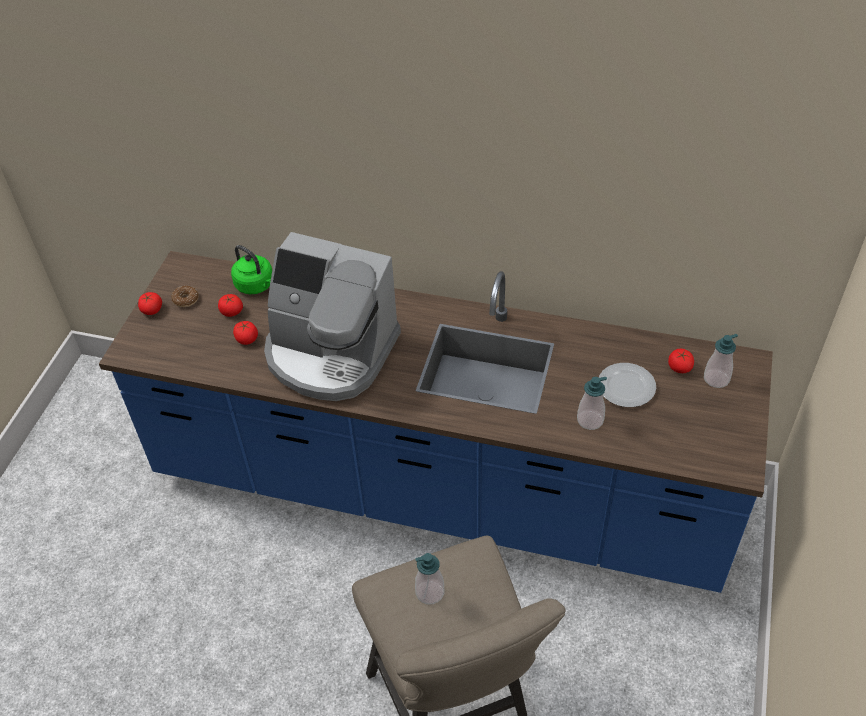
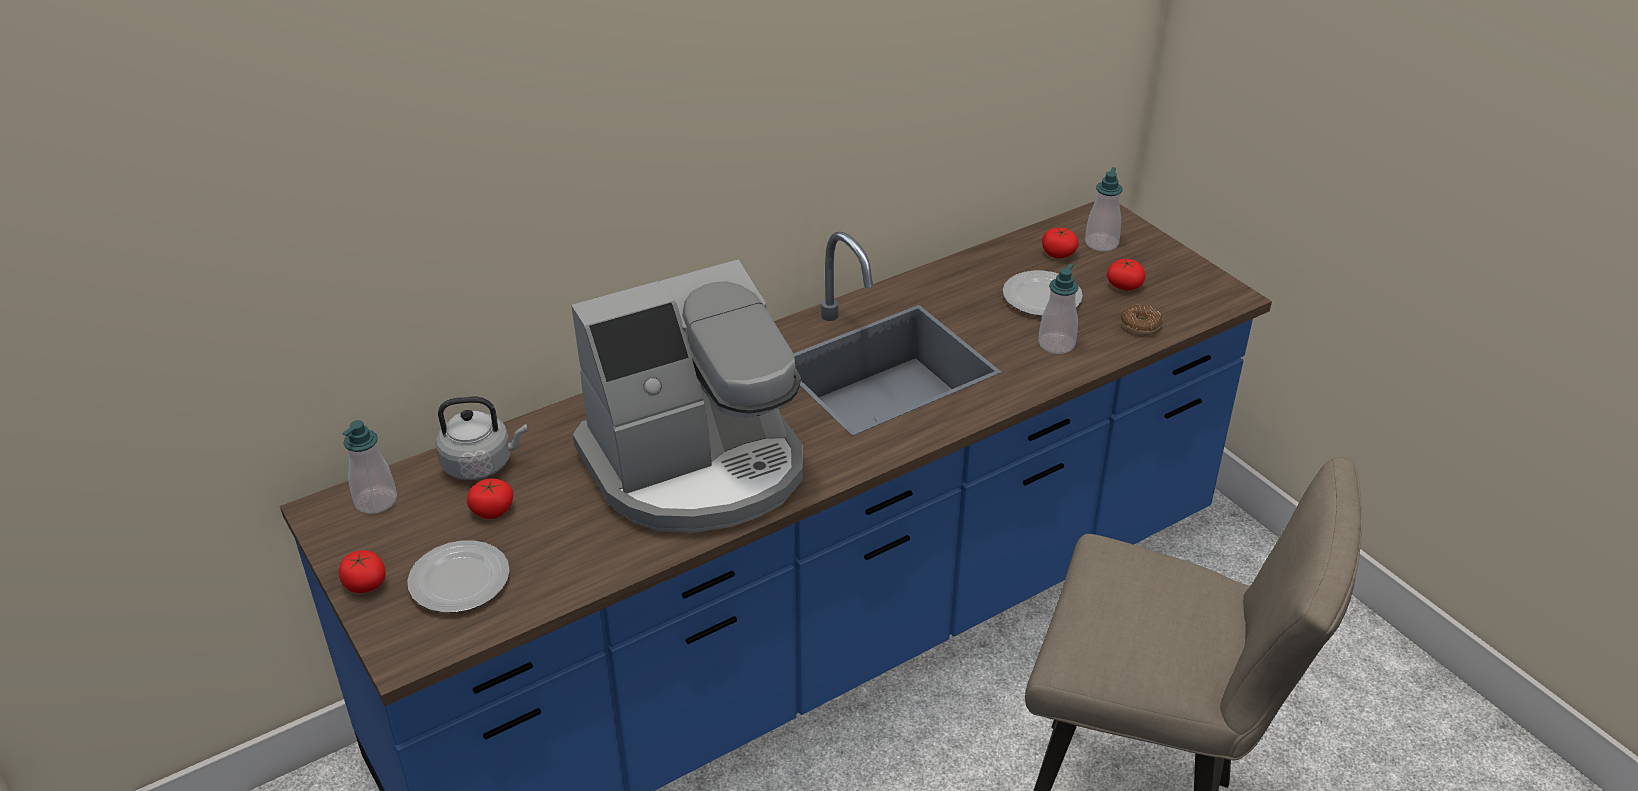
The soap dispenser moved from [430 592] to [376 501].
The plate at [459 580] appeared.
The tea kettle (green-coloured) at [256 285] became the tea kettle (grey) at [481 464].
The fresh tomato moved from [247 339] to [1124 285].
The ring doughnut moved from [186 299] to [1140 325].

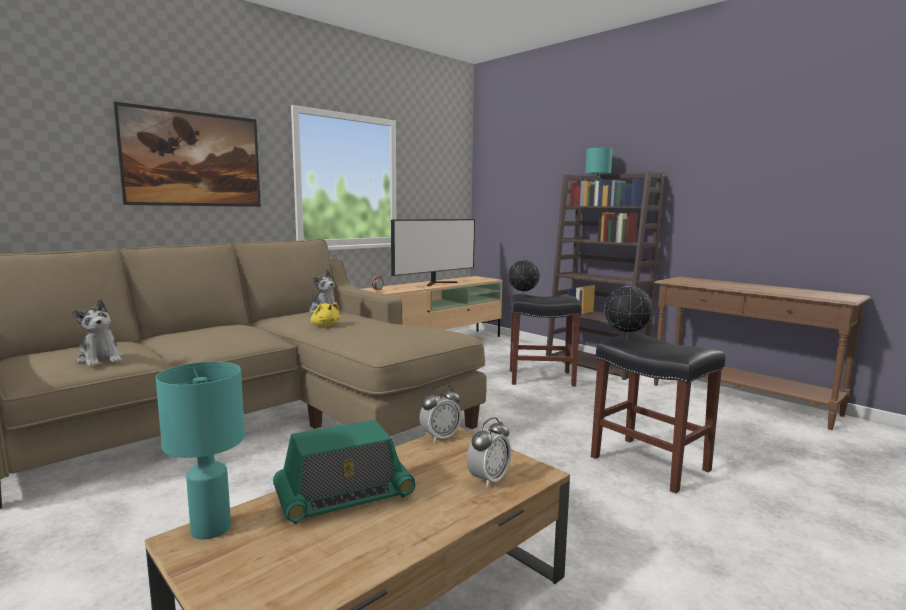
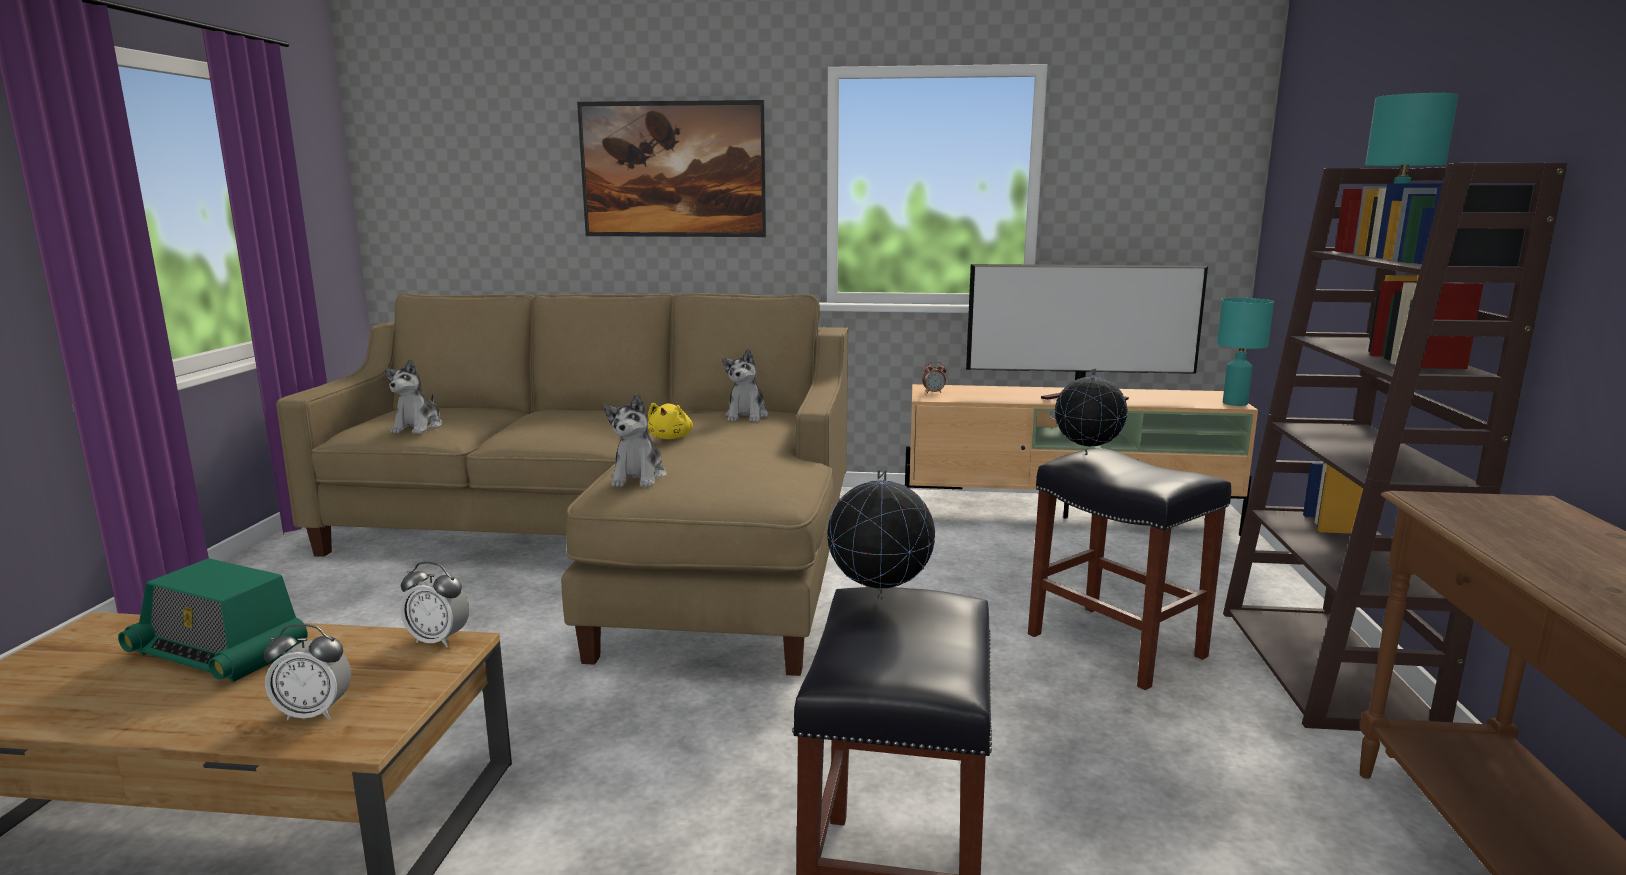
The cuddly toy at [639 478] appeared.
The table lamp (blue-green) moved from [210 528] to [1234 403].

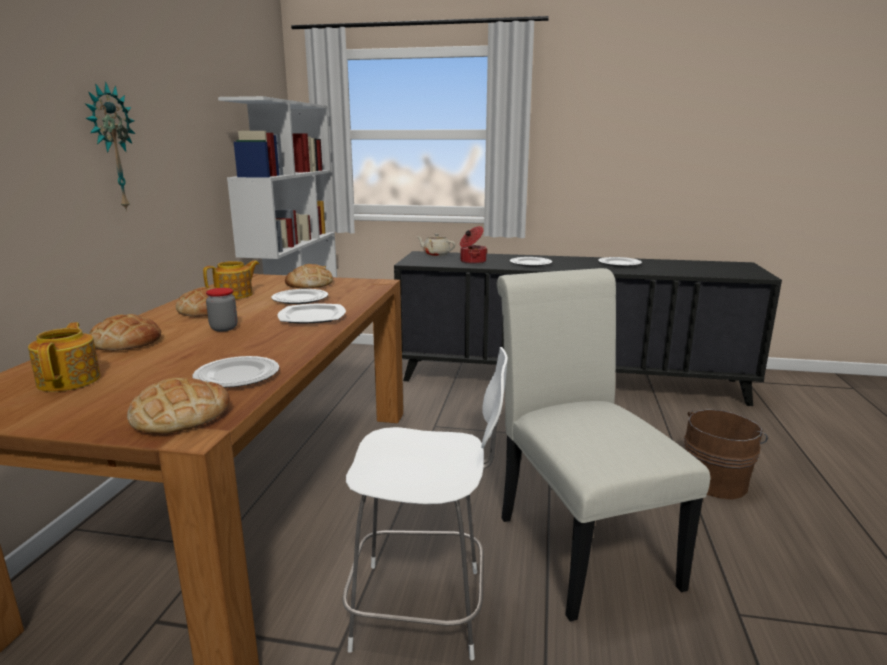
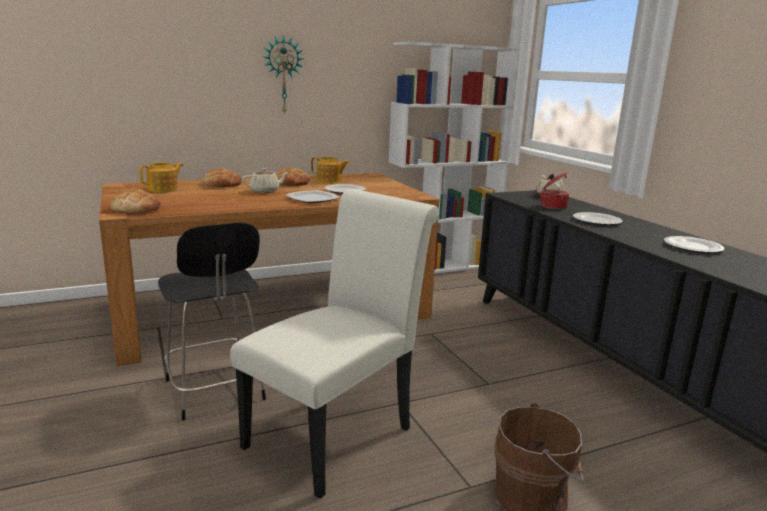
The chair (whitish) at [424 609] became the chair (black-coloured) at [215 392].
The storage jar at [224 328] was replaced by the pot for tea (beige) at [265 191].
The plate at [236 375] disappeared.
The baked bread at [309 284] disappeared.

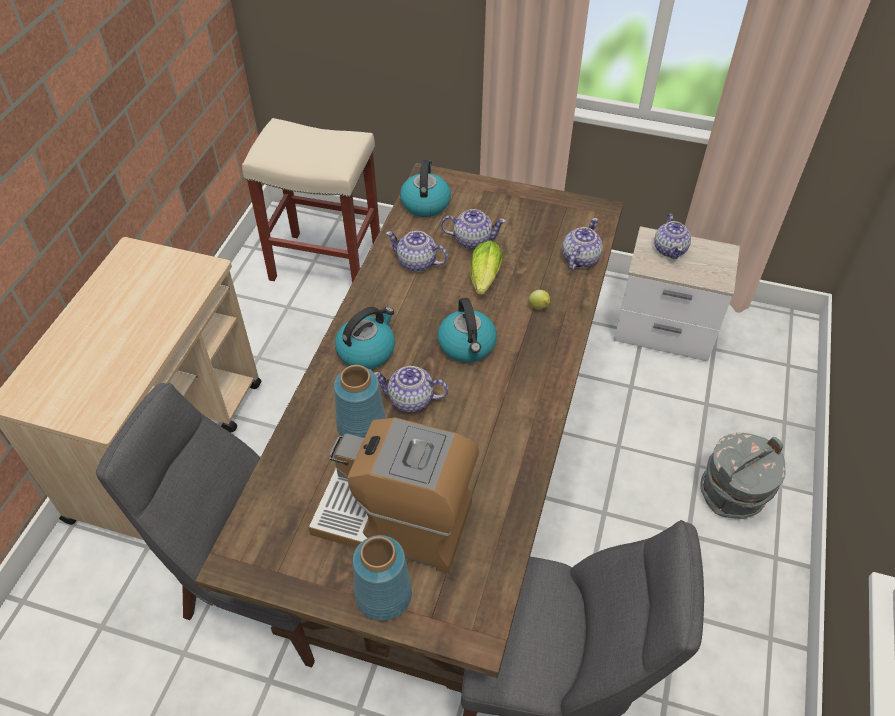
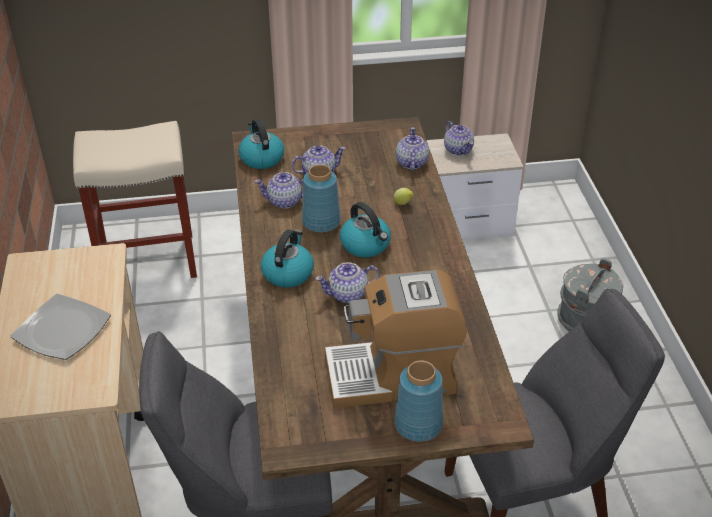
The plate at [62 331] appeared.
The flower vase (blue-coloured) moved from [362 426] to [322 221].
The head of lettuce at [484 280] disappeared.

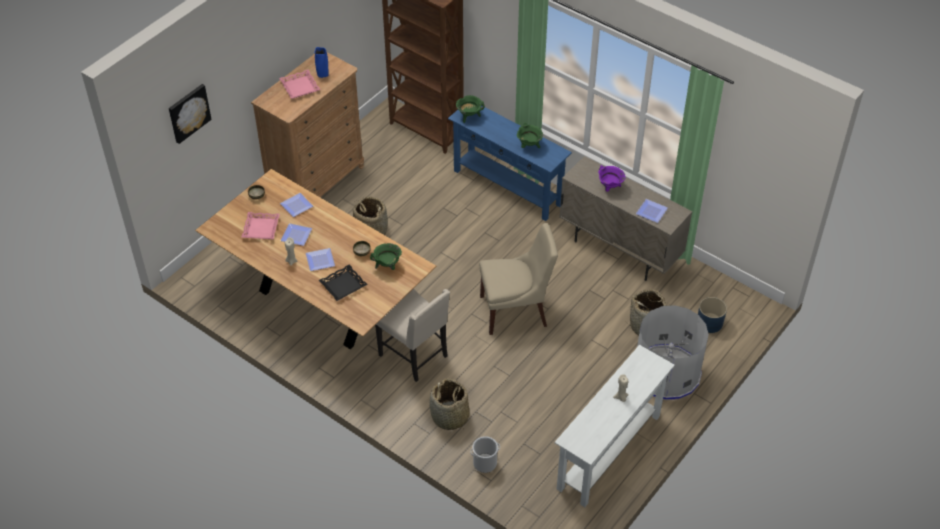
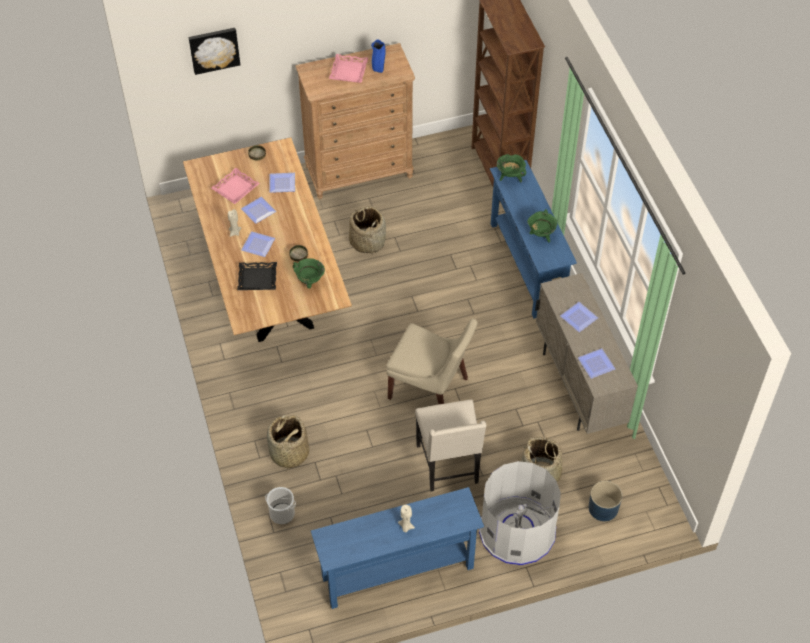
The console table (whitish) at [609 452] became the console table (blue-coloured) at [398 573].
The chair (beige) moved from [415 356] to [449 465].
The saucepot (purplish) at [609 187] was replaced by the plate at [577 318].

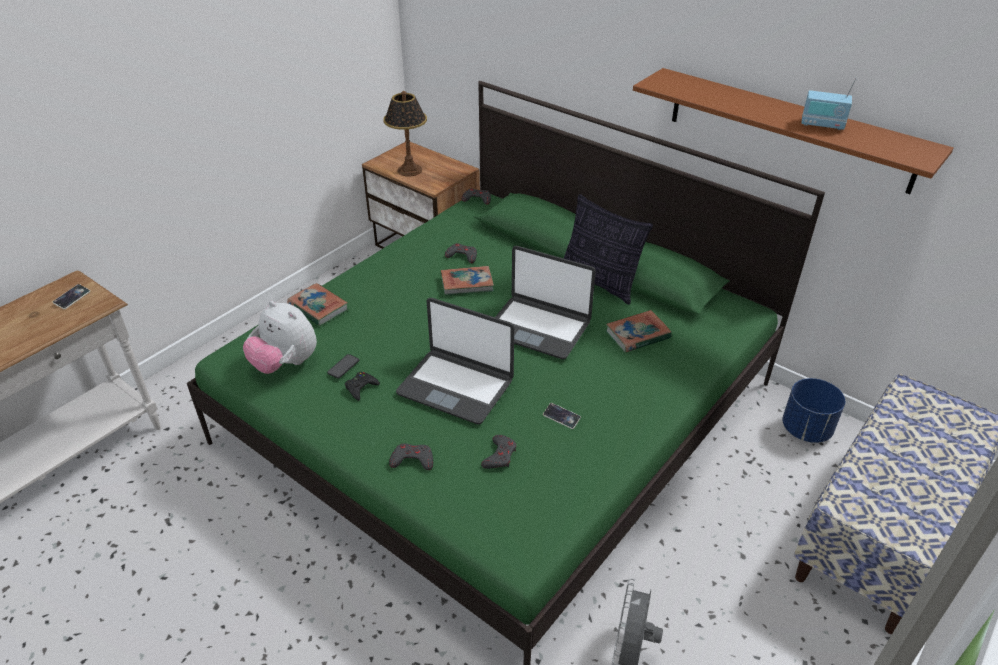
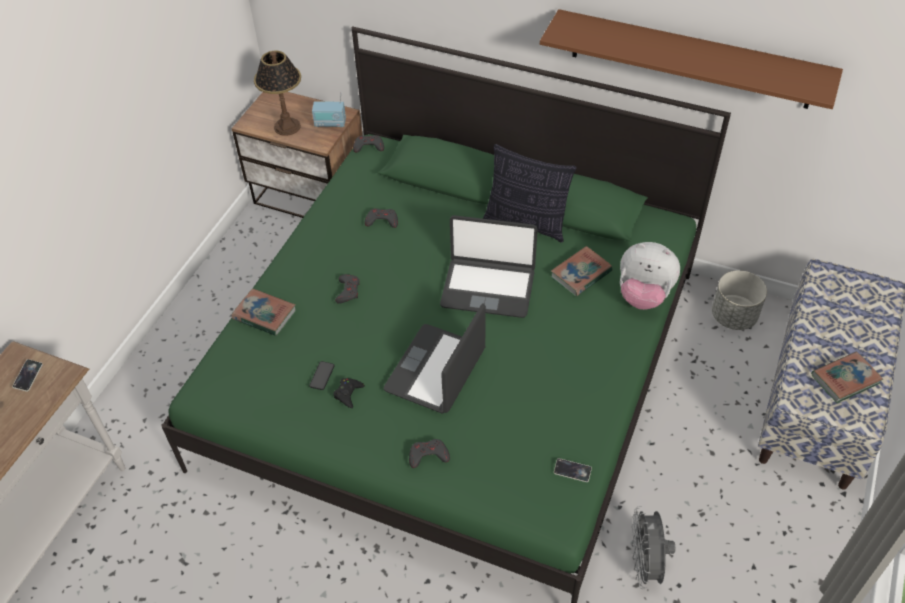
The radio receiver moved from [822 125] to [330 123].
The game controller (grey) moved from [500 455] to [348 291].
The notebook computer at [456 386] turned 105 degrees clockwise.
The phone moved from [561 417] to [572 471].
The cuddly toy moved from [285 363] to [643 295].
The planter (blue-coloured) at [806 429] became the planter (grey) at [734 316].
The bound book moved from [467 283] to [845 379].

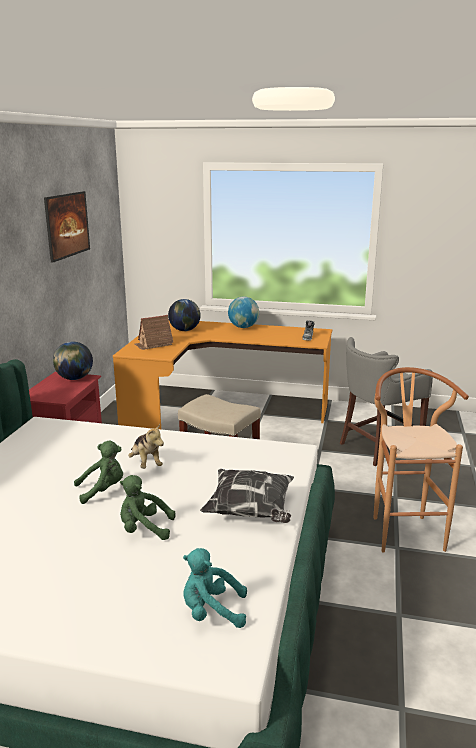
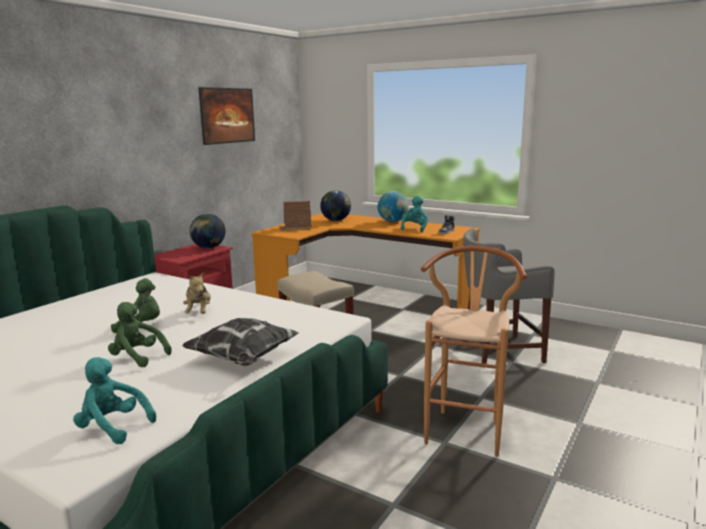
The cuddly toy (blue-green) at [414 228] appeared.

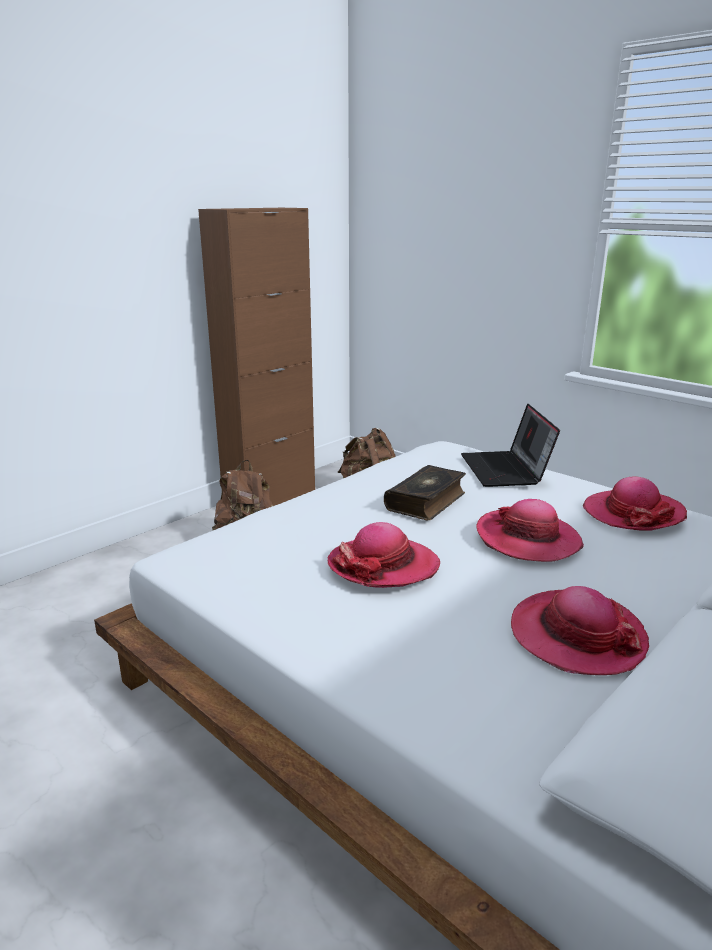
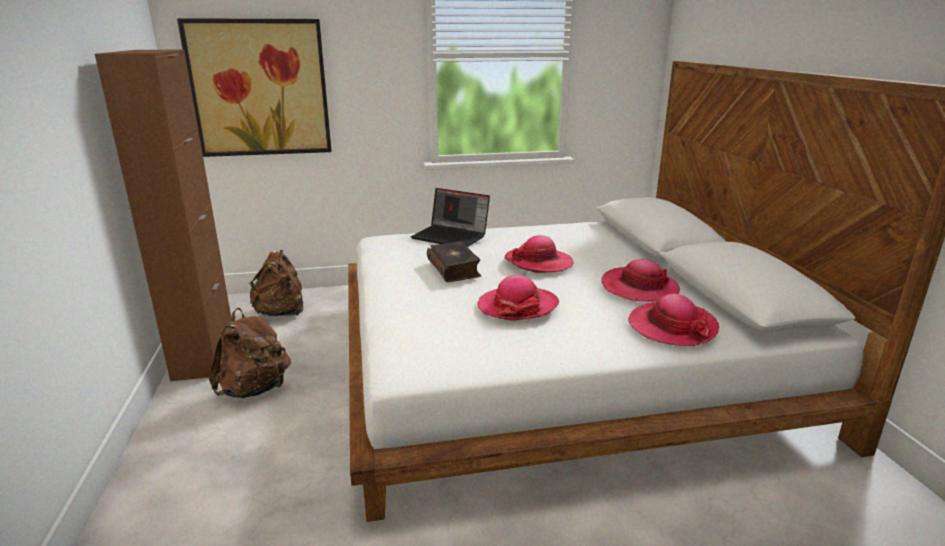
The wall art at [259 88] appeared.
The clothing hat moved from [633 513] to [672 327].

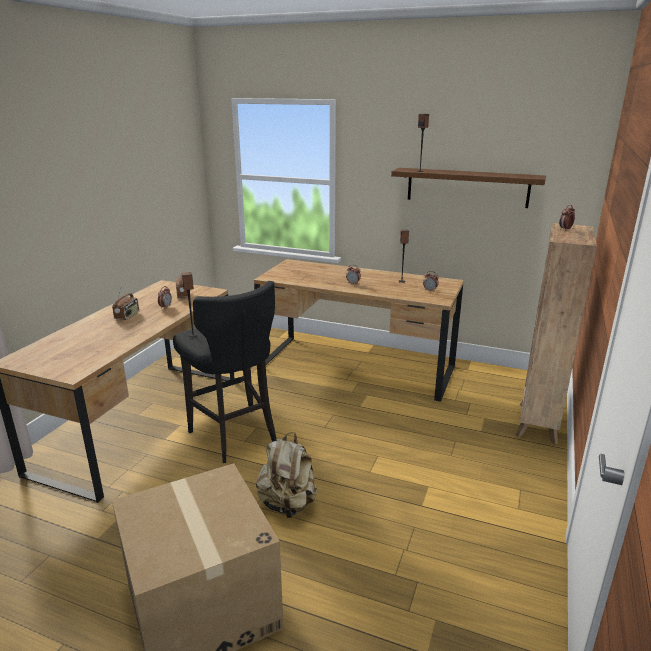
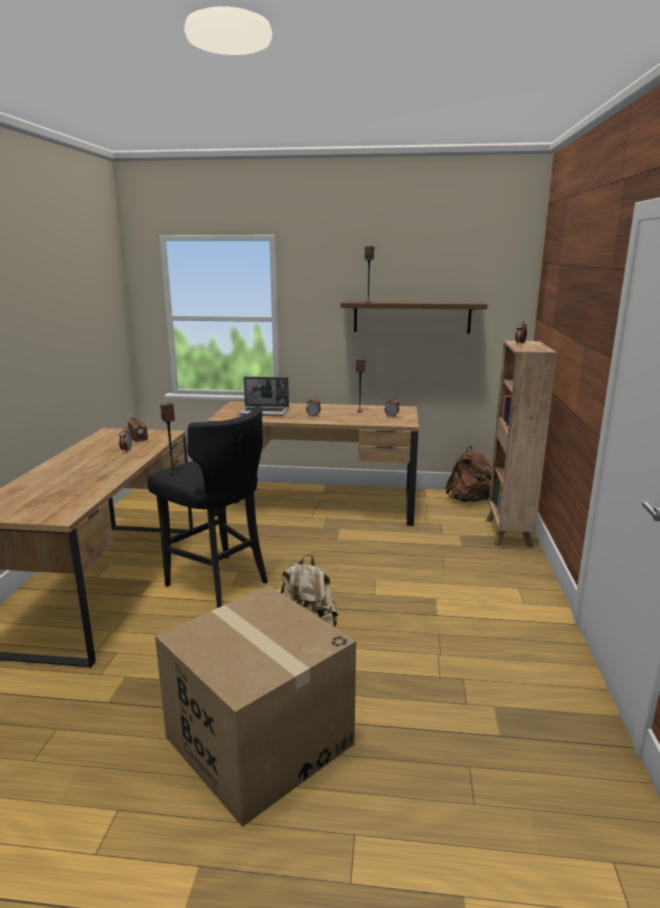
The notebook computer at [264 412] appeared.
The backpack (brown) at [469 500] appeared.
The radio receiver at [127 316] disappeared.

